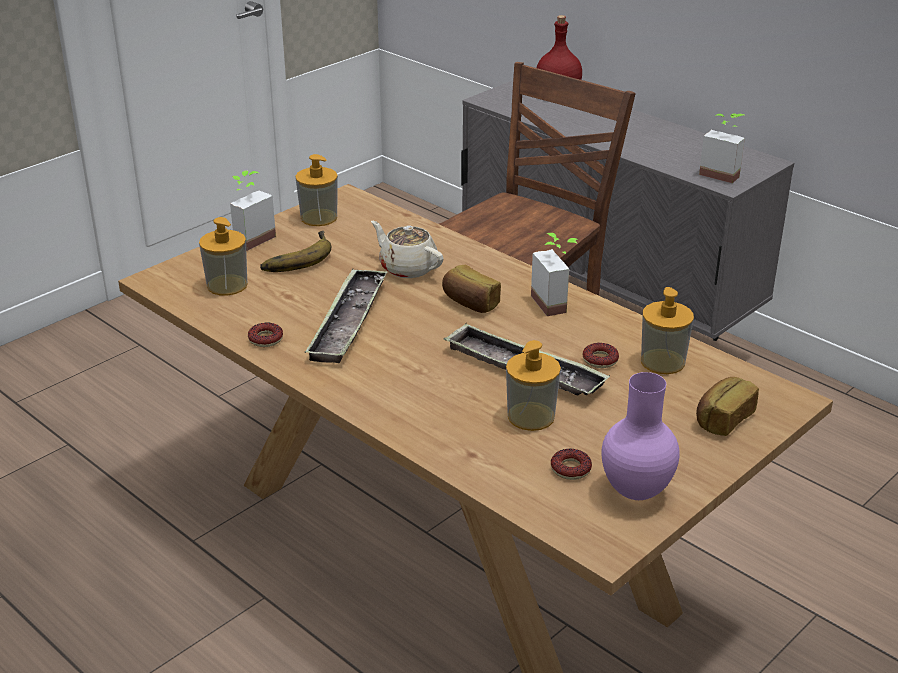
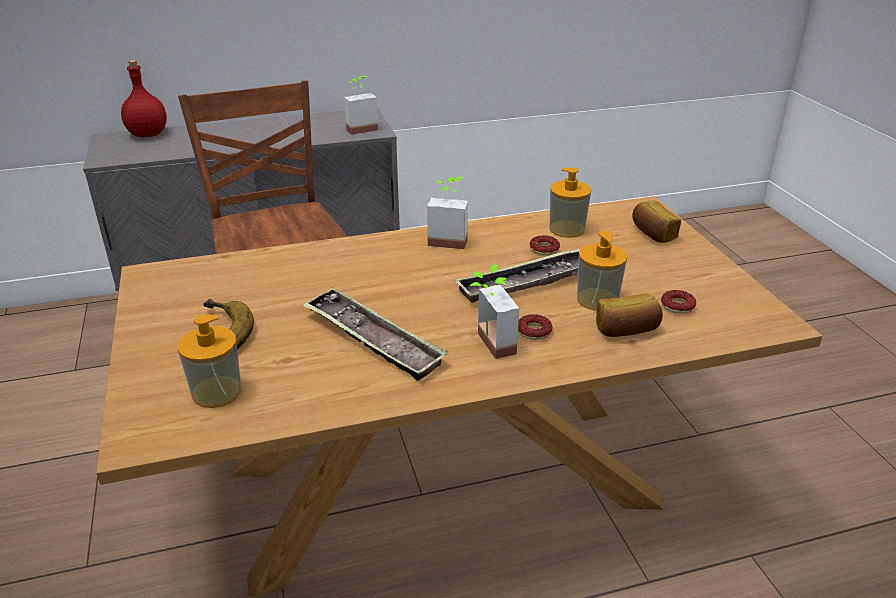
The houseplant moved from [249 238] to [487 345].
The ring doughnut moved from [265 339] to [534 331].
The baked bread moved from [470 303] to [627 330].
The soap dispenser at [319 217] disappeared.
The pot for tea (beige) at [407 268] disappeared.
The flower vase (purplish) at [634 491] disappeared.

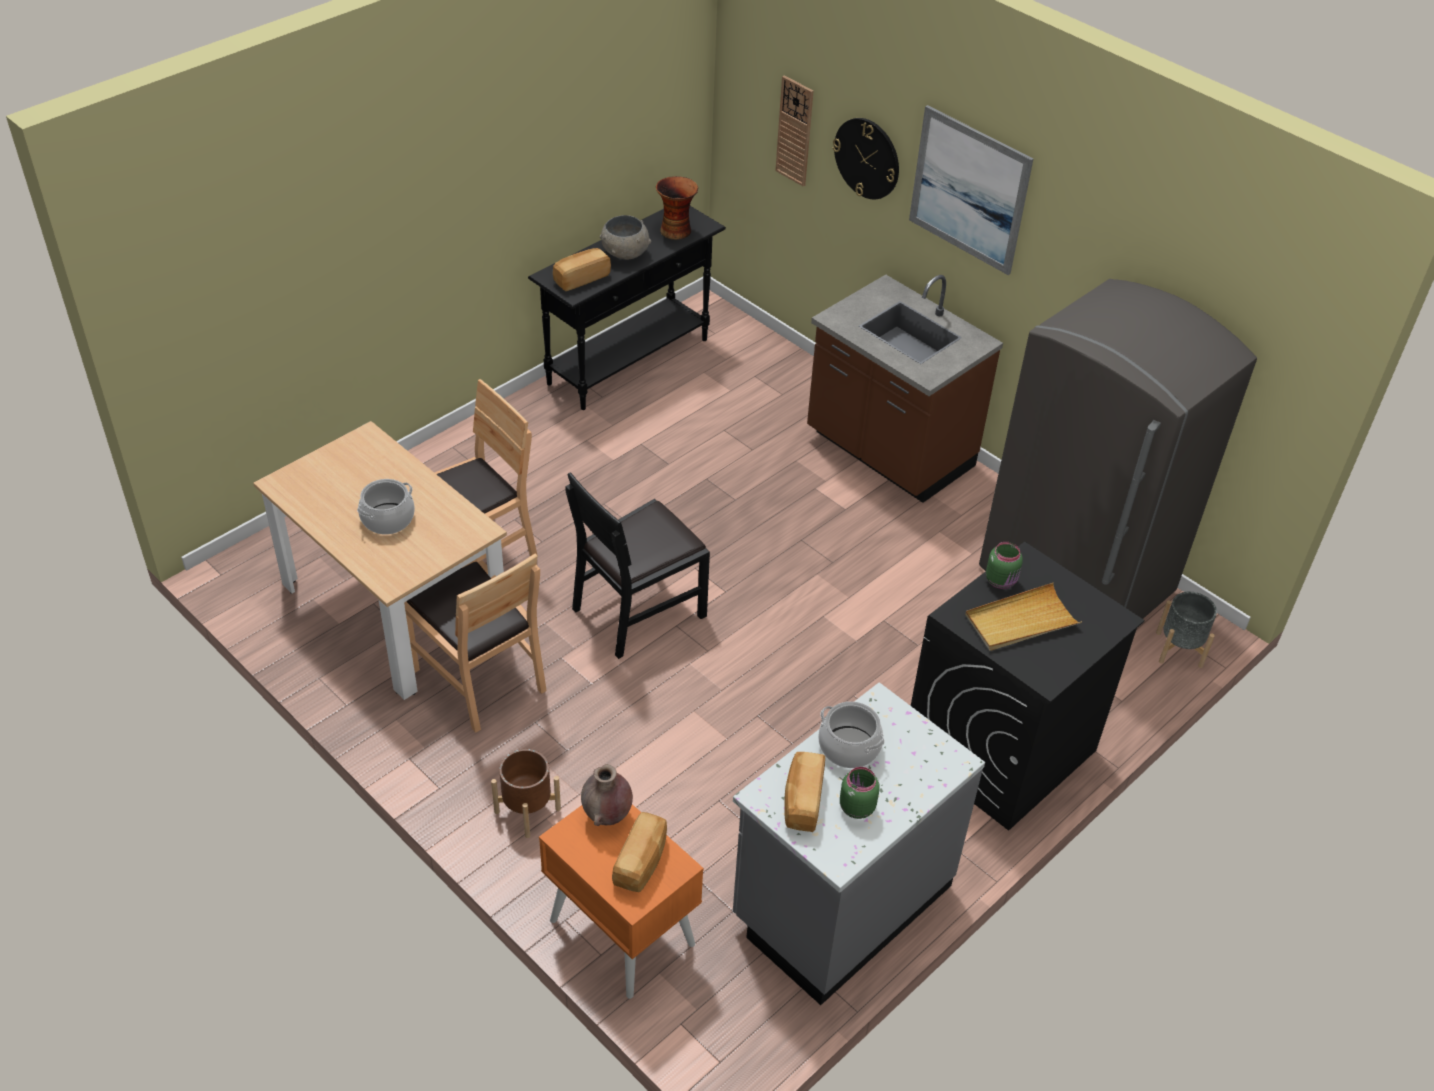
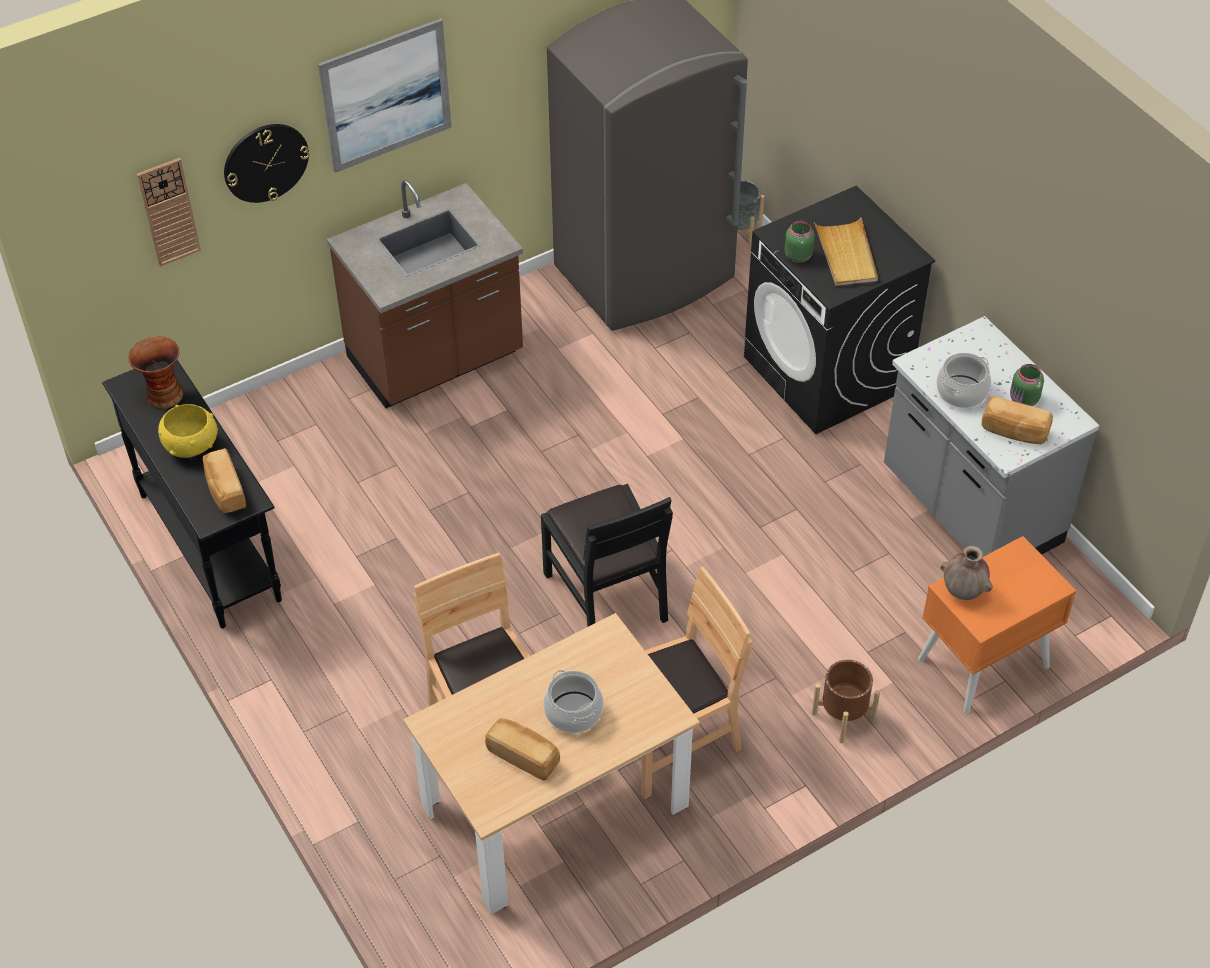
The deep dish (grey) at [624 254] became the deep dish (yellow-coloured) at [191 446].
The baked bread moved from [642 862] to [524 756].

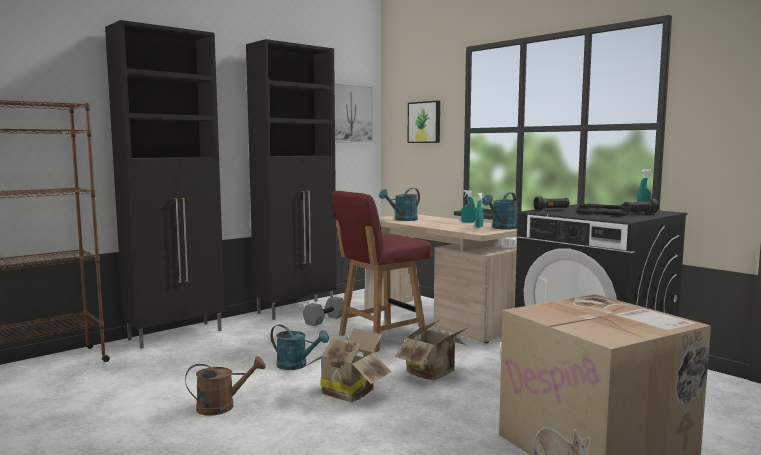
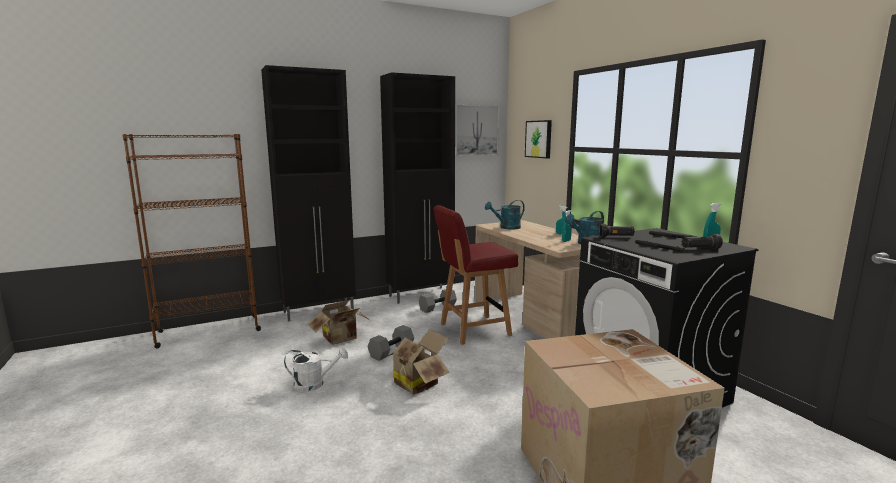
The watering can (brown) at [223 406] became the watering can (whitish) at [315 384].
The cardboard box moved from [434 373] to [342 339].
The watering can (blue-green) at [297 365] was replaced by the dumbbell (grey) at [391 351].

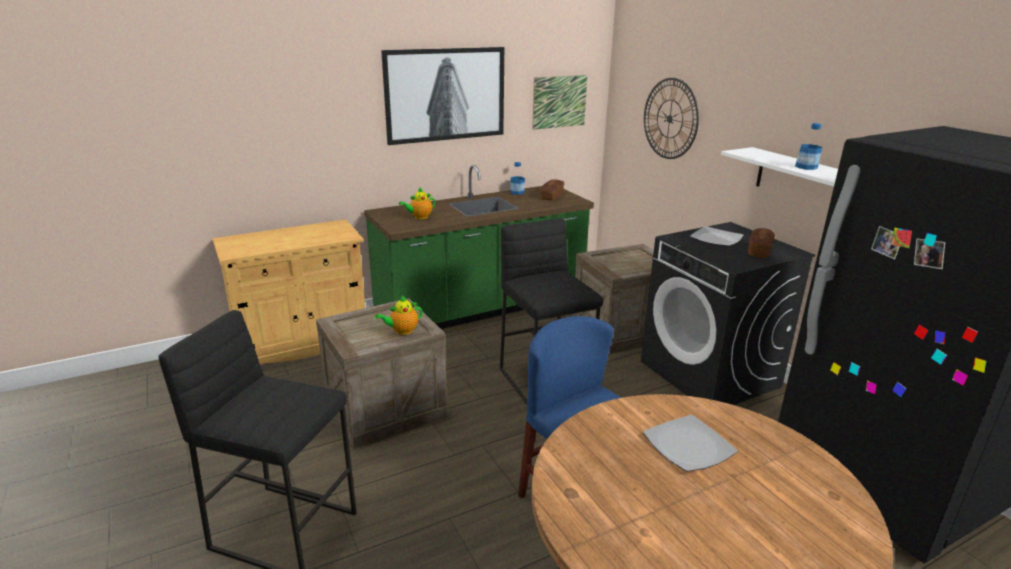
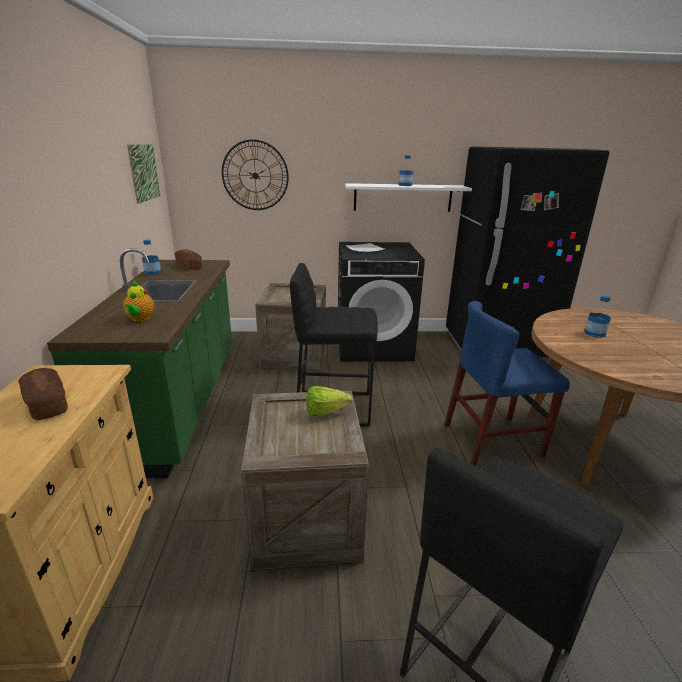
The baked bread moved from [759 251] to [47 404].
The pot for tea at [402 331] was replaced by the head of lettuce at [329 412].
The plate at [687 446] was replaced by the bottle at [594 333].
The wall art at [446 95] disappeared.

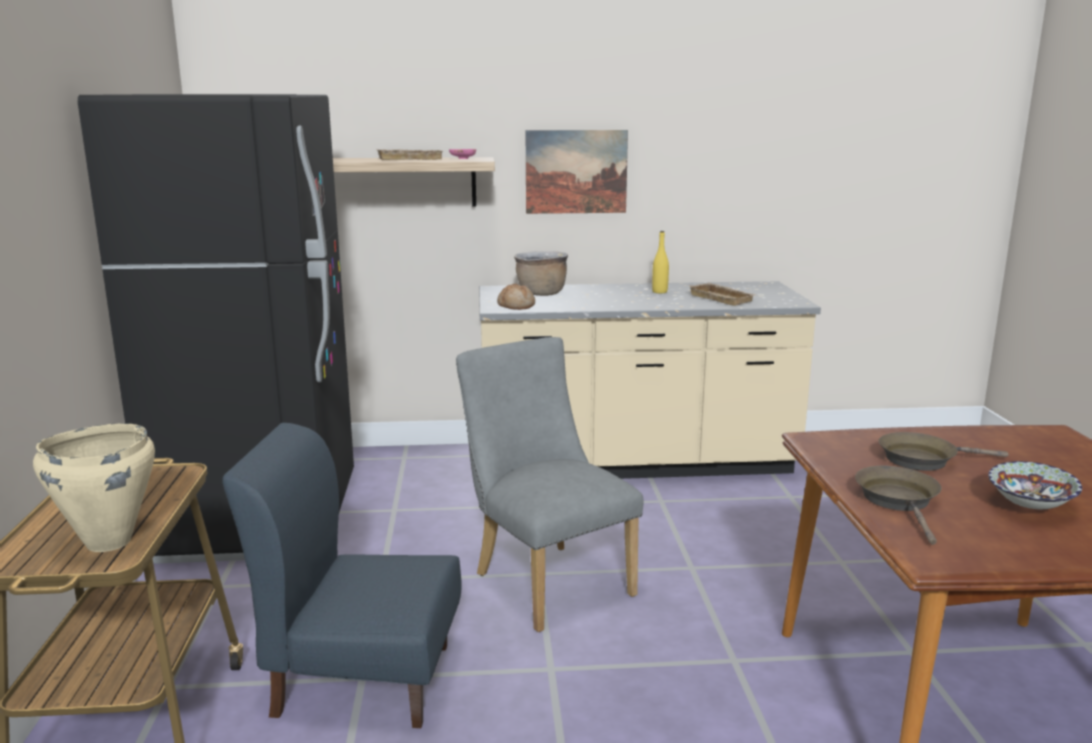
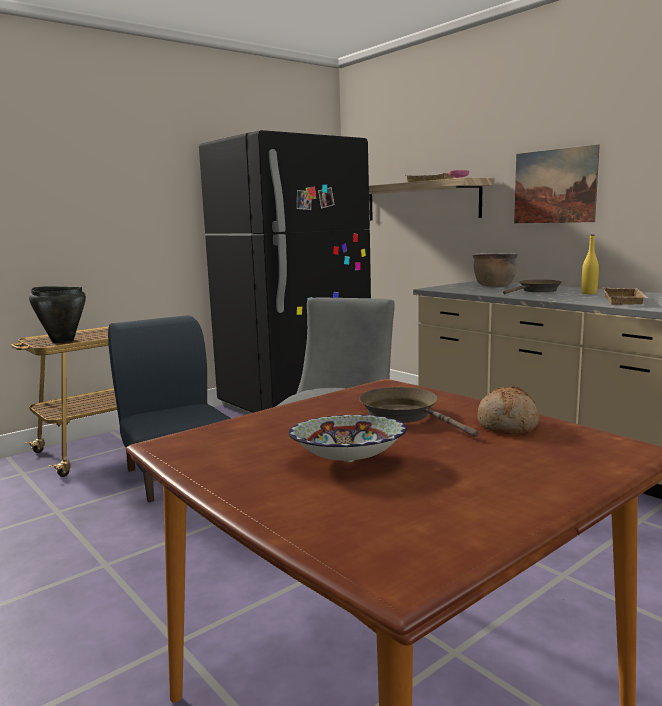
The saucepot (beige) at [107 542] became the saucepot (black-coloured) at [62 341].
The baked bread moved from [516 306] to [508 425].
The pan (brown) moved from [899 501] to [537 291].

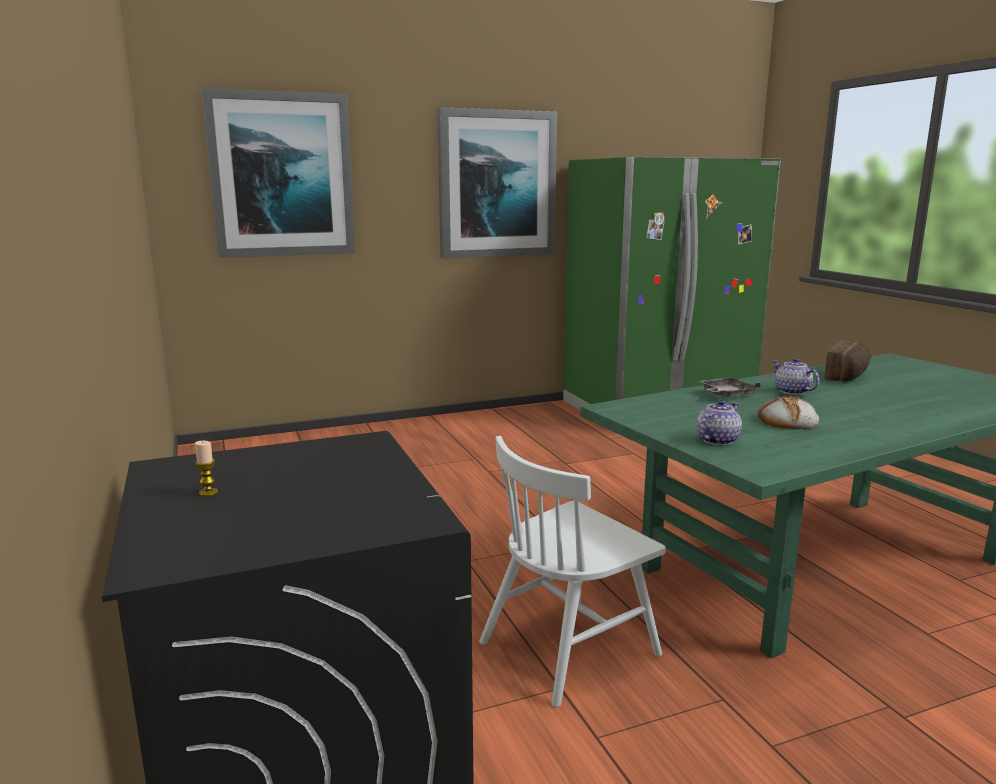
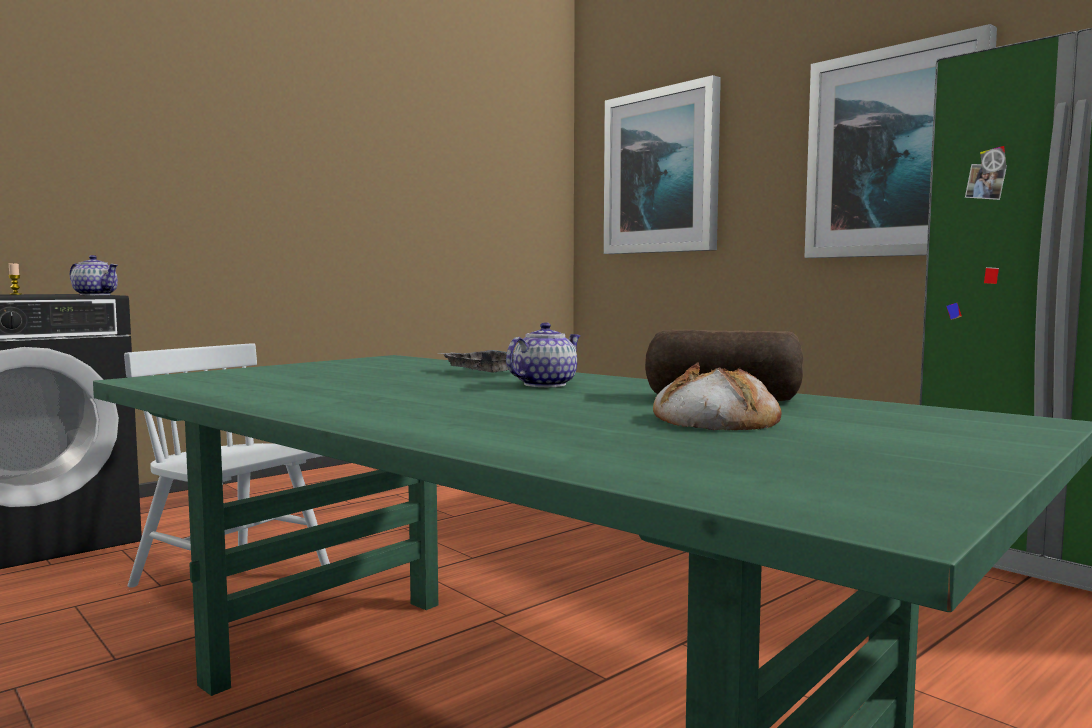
The pot for tea moved from [716 440] to [95 295].
The baked bread moved from [786 421] to [714 419].

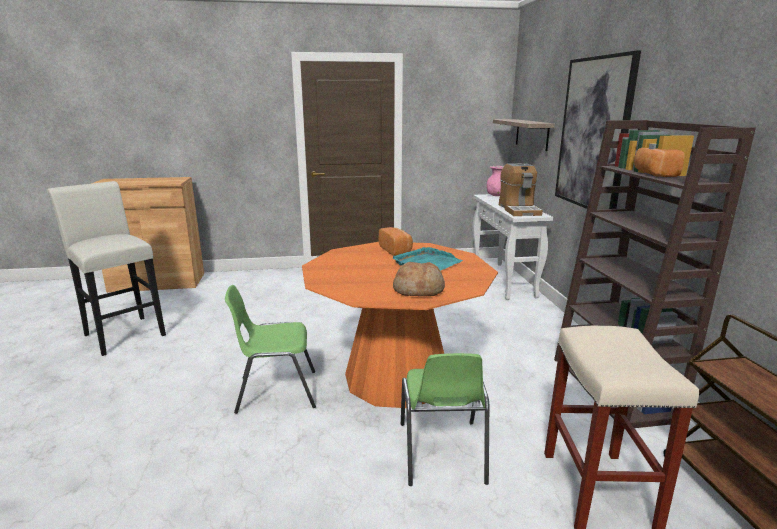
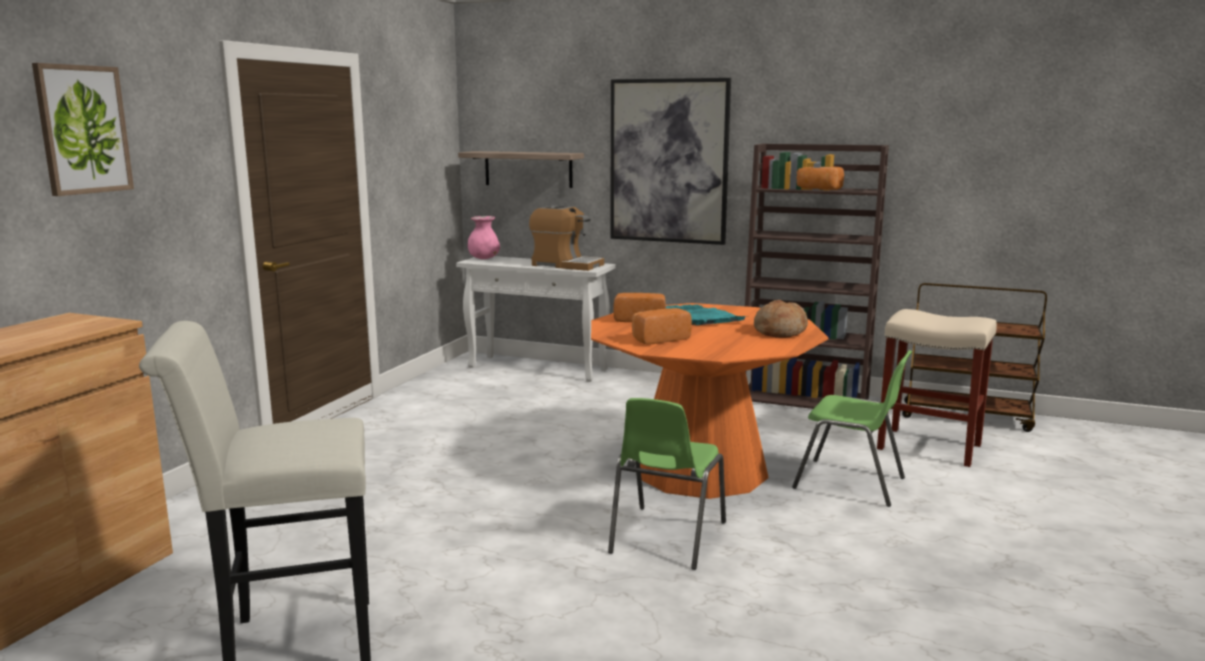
The wall art at [83 129] appeared.
The baked bread at [659 339] appeared.

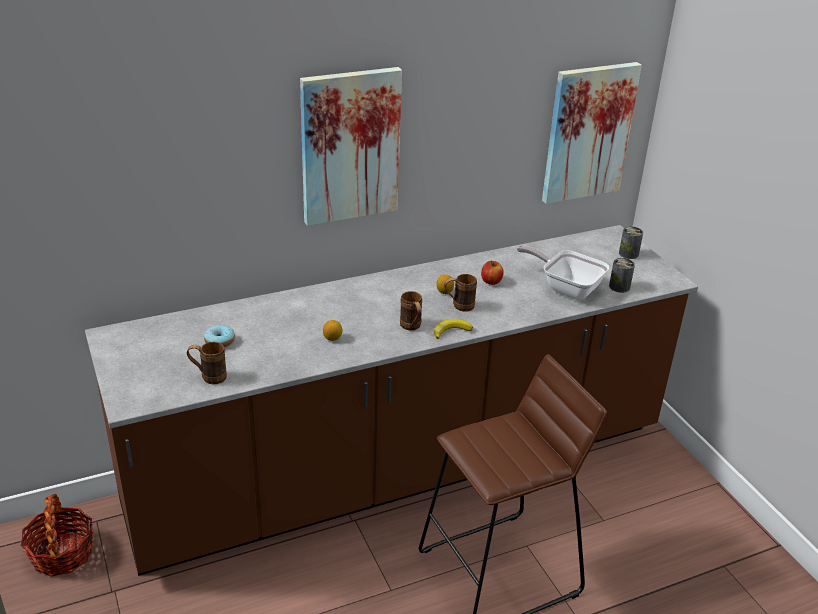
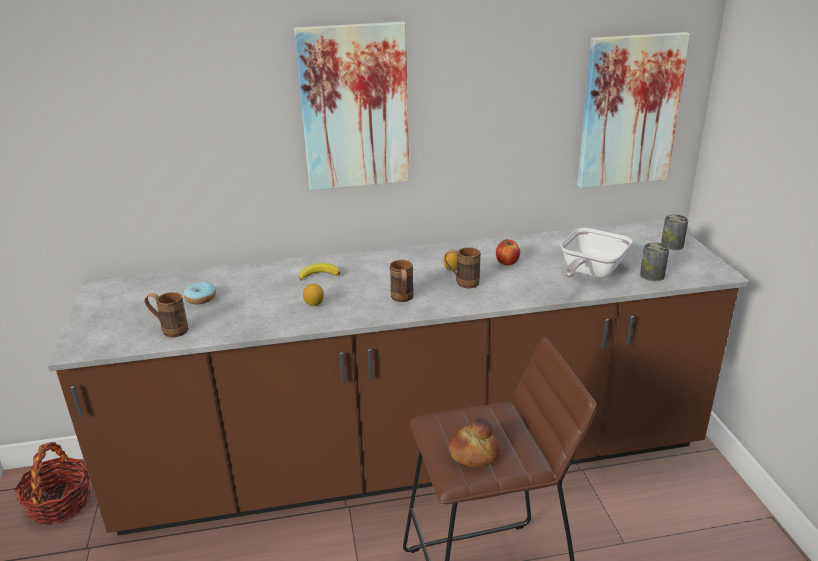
The banana moved from [451 331] to [319 274].
The baked bread at [473 453] appeared.
The pan at [566 288] turned 105 degrees counterclockwise.

